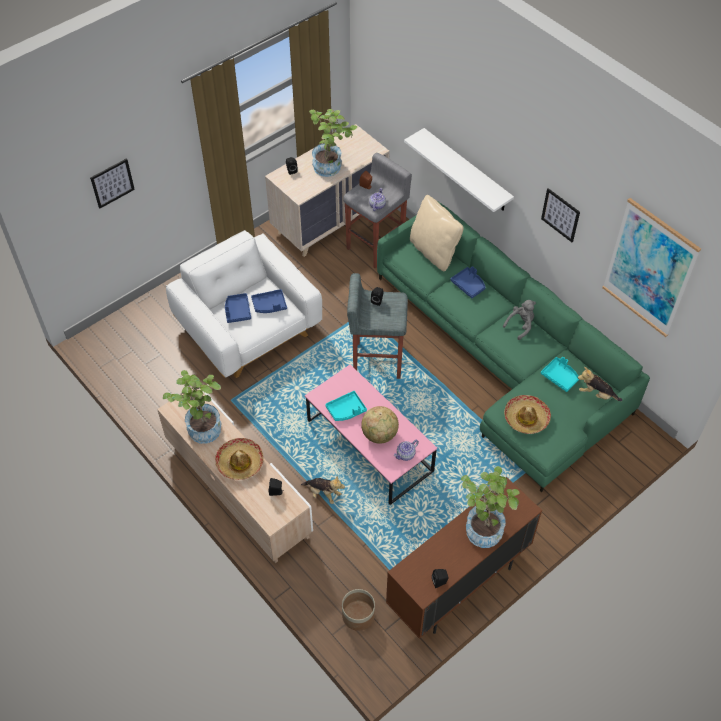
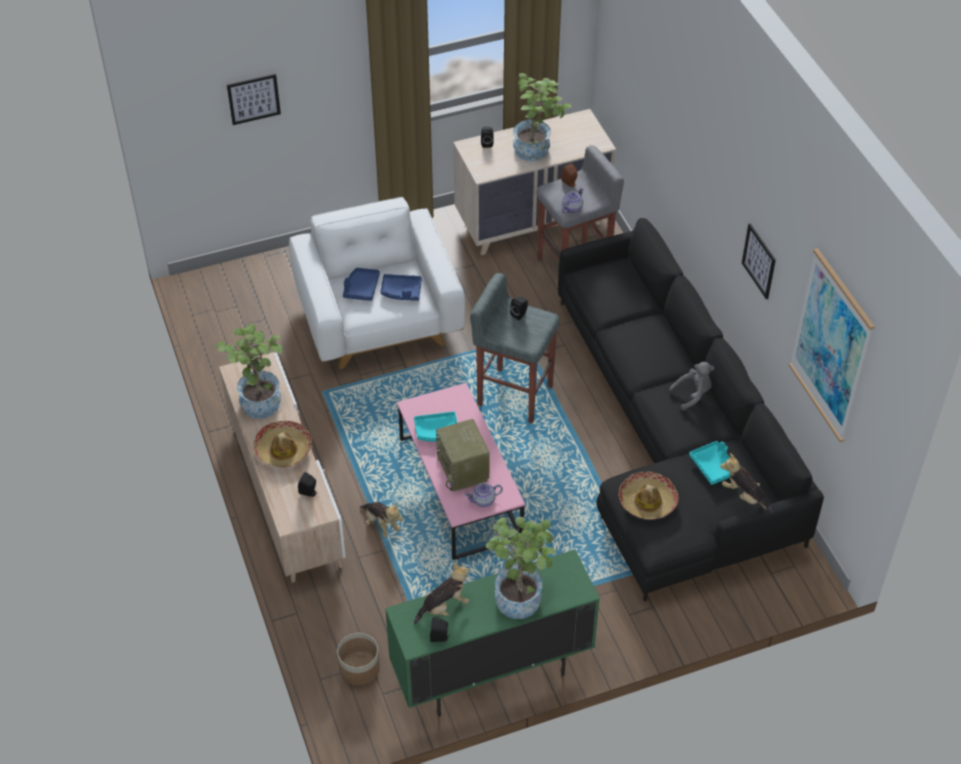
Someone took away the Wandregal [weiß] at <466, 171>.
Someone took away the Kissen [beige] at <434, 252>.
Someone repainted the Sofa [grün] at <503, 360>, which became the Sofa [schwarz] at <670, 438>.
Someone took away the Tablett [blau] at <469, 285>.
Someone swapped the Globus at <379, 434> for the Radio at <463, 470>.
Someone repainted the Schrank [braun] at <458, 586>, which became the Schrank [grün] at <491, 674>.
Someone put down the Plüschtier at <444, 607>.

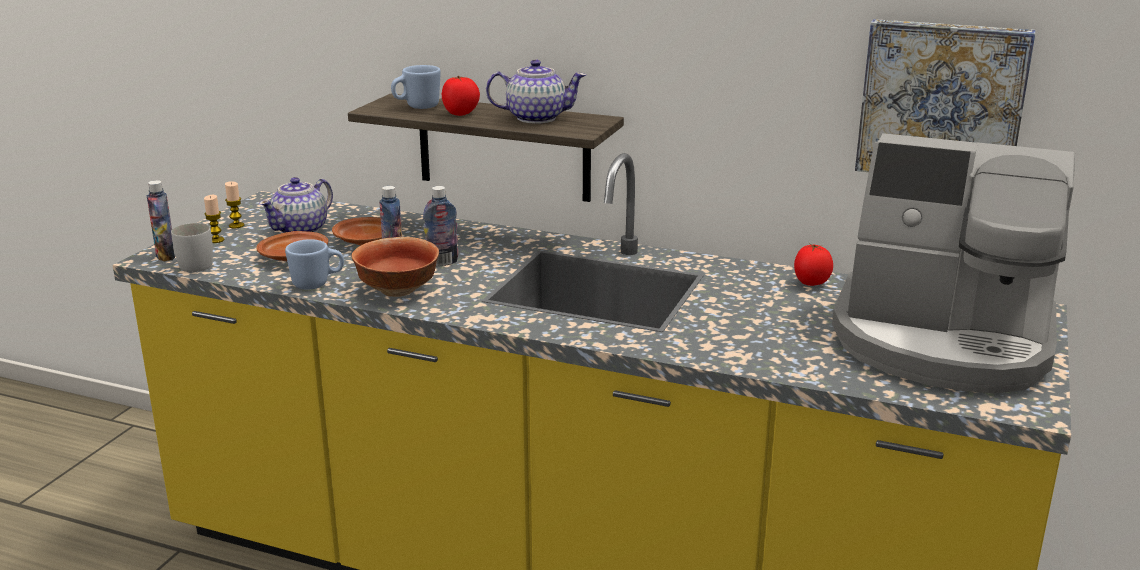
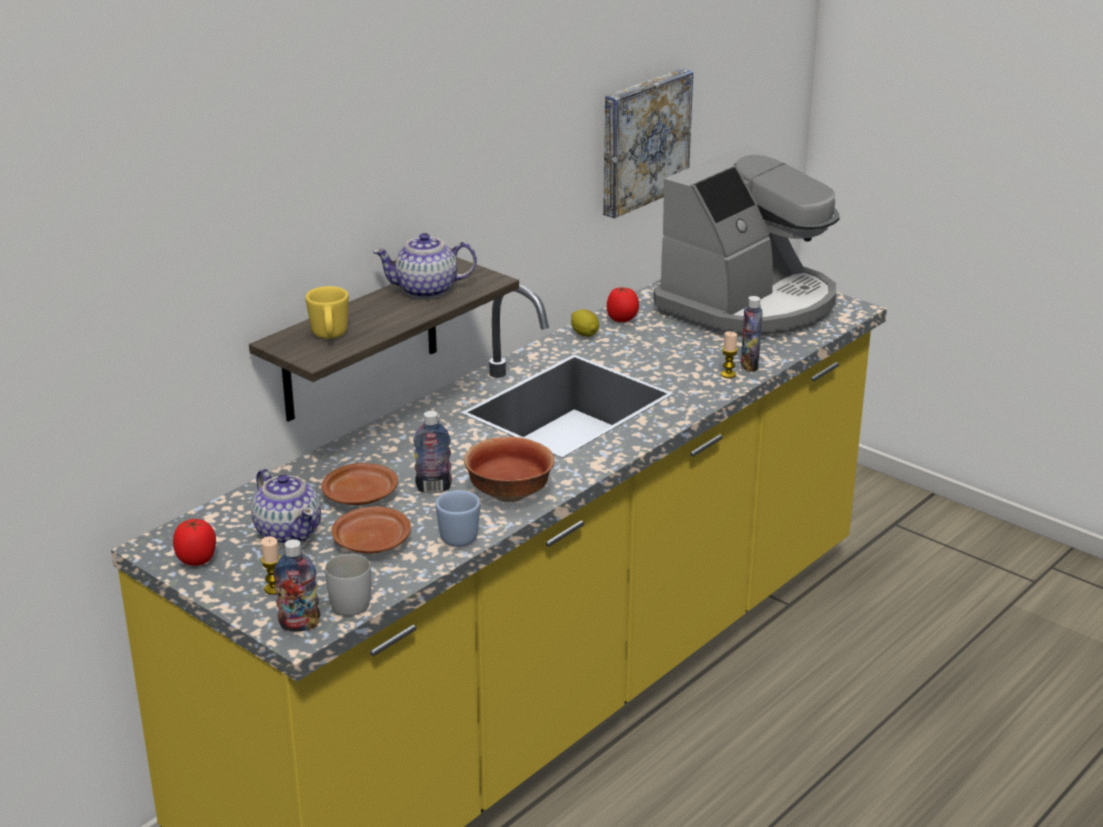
Someone rotated the Teekanne at <535, 118> by 120 degrees counterclockwise.
Someone repainted the Henkelbecher [blau] at <417, 107>, which became the Henkelbecher [gelb] at <329, 336>.
Someone carried the Tomate from <461, 114> to <197, 560>.
Someone carried the Kerze from <236, 225> to <728, 374>.
Someone carried the Flasche from <442, 262> to <749, 365>.
Someone put down the Zitrone at <584, 334>.

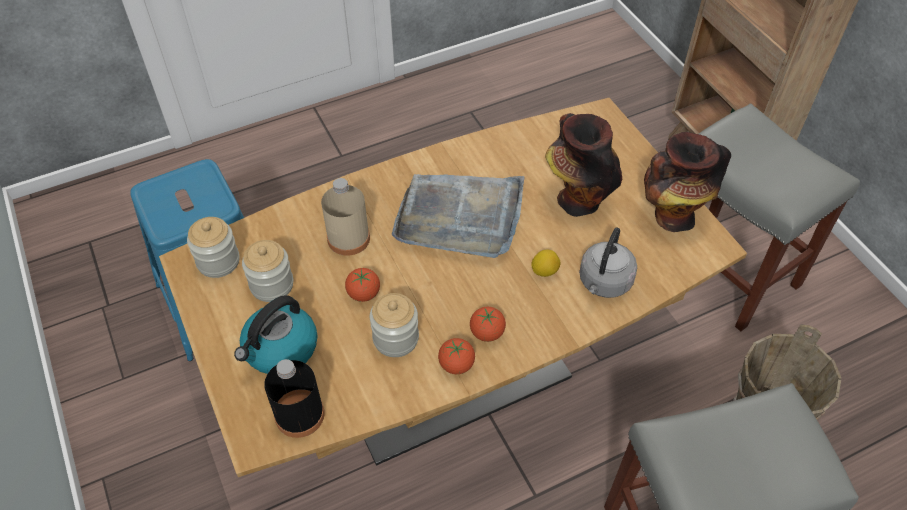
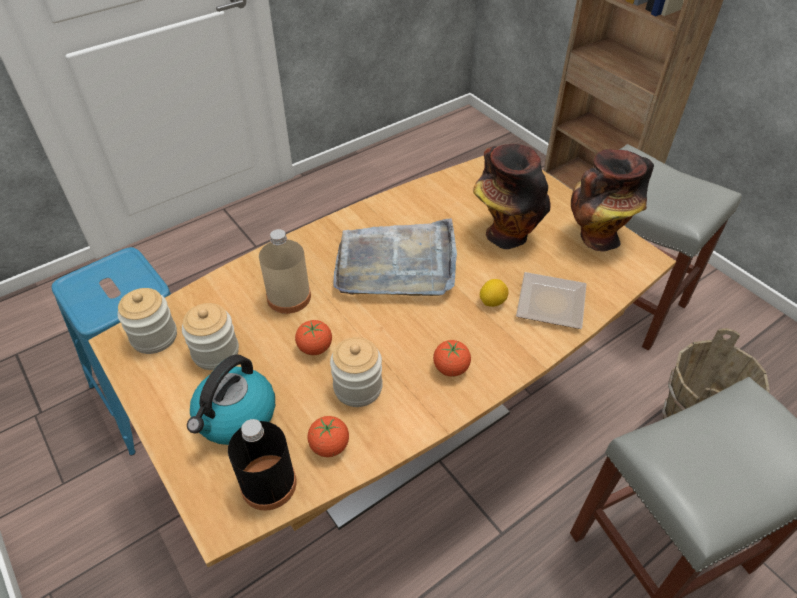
Someone swapped the Wasserkessel [grau] at <604, 283> for the Teller at <553, 305>.
Someone carried the Tomate from <456, 364> to <329, 446>.

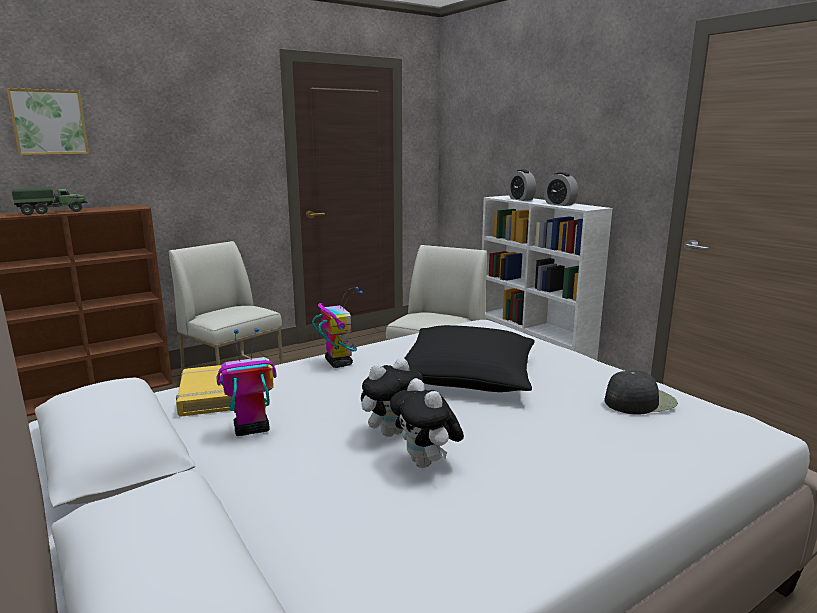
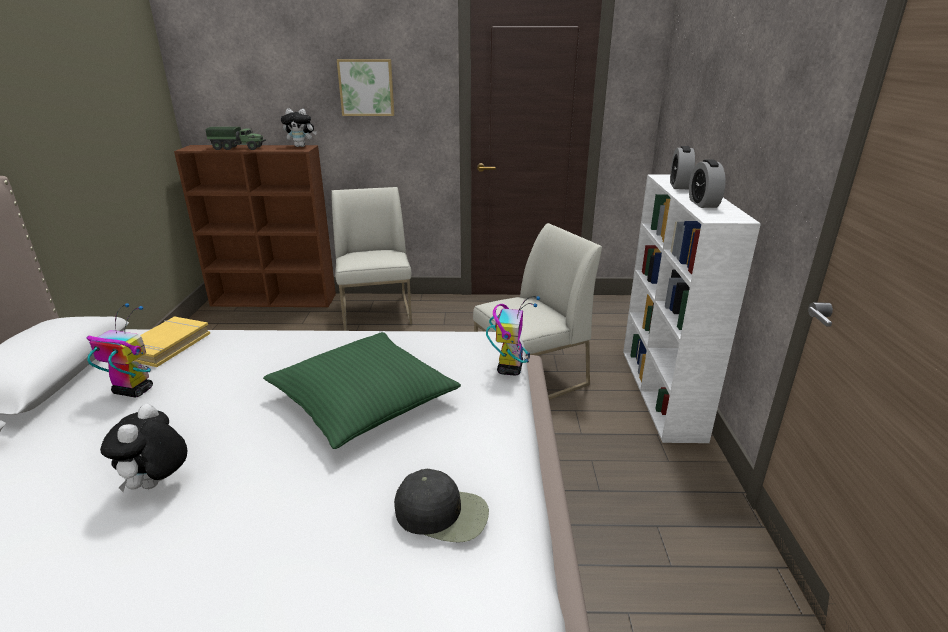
Someone carried the Bild from <49, 122> to <366, 87>.
Someone carried the Spielzeugroboter from <338, 362> to <510, 368>.
Someone repainted the Kissen [schwarz] at <467, 374>, which became the Kissen [grün] at <364, 400>.
Someone carried the Plüschtier from <391, 432> to <301, 146>.

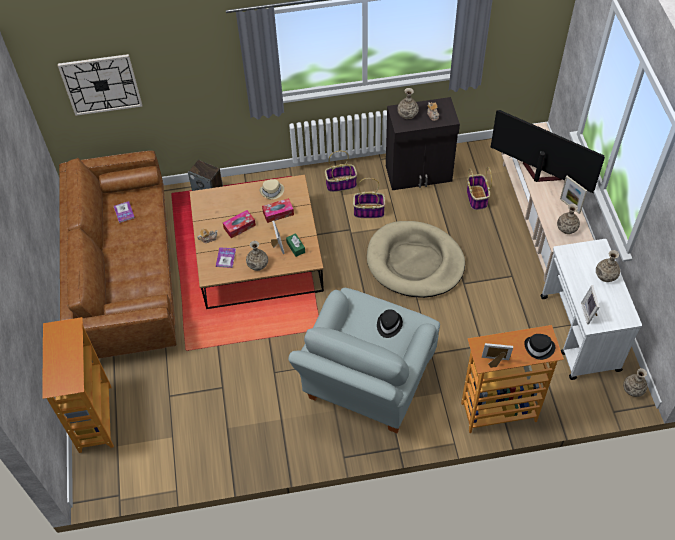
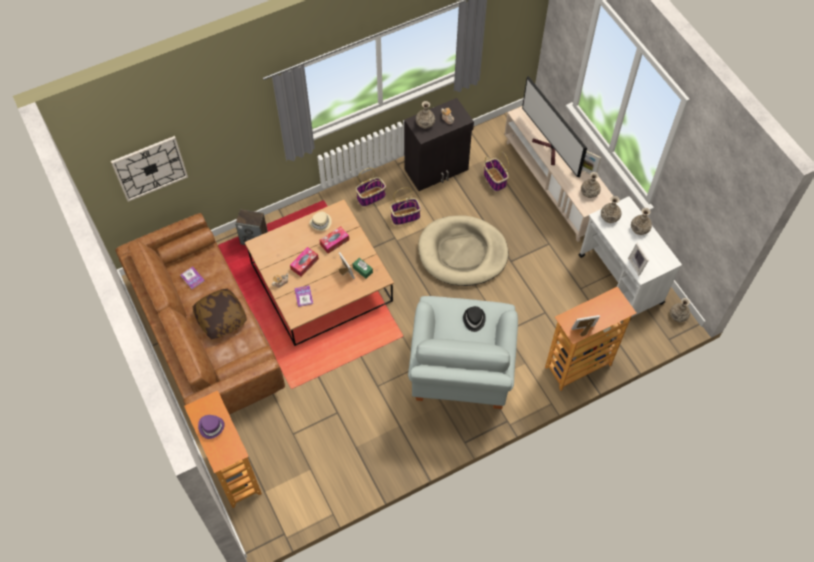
Someone rotated the Fernseher at <537, 175> by 135 degrees counterclockwise.
Someone carried the Vase from <257, 264> to <609, 217>.
Someone took away the Hut [schwarz] at <539, 348>.
Someone put down the Kissen at <220, 318>.
Someone put down the Hut [lila] at <211, 426>.

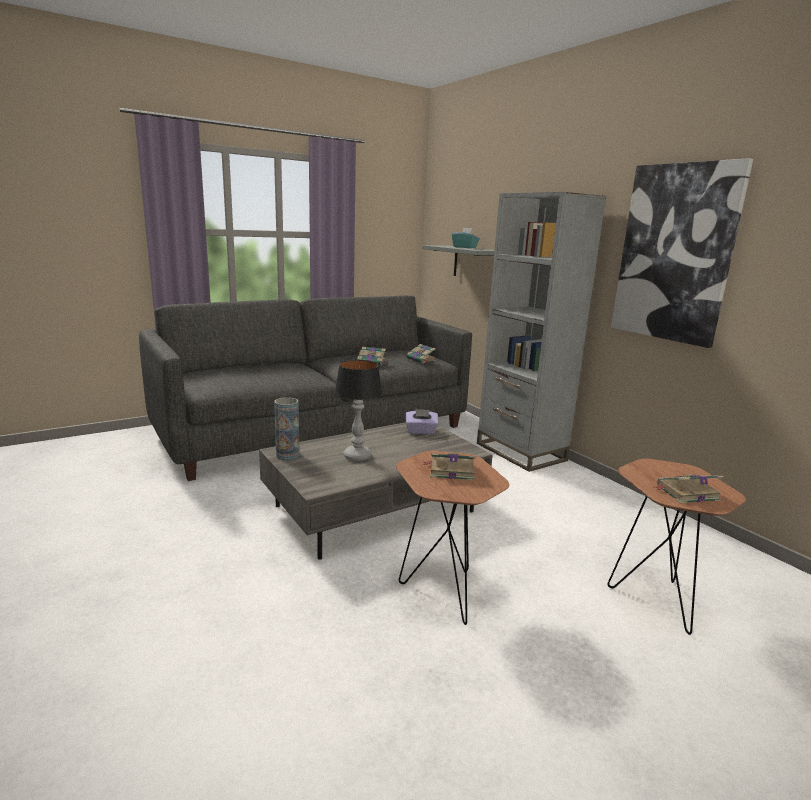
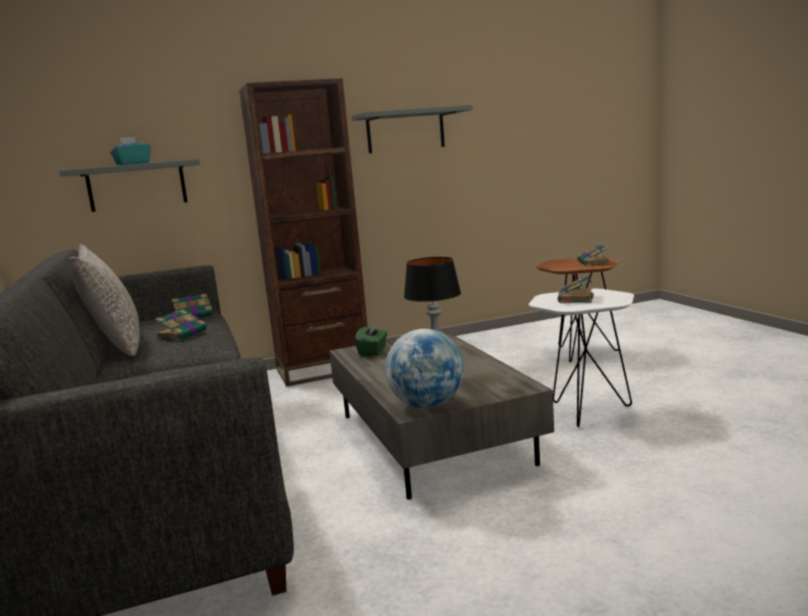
Someone swapped the Bild at <675, 253> for the Wandregal [grau] at <405, 131>.
Someone repainted the Bücherregal [grau] at <520, 452>, which became the Bücherregal [braun] at <323, 369>.
Someone swapped the Vase at <287, 455> for the Globus at <427, 405>.
Someone repainted the Taschentuchbox [lila] at <421, 431>, which became the Taschentuchbox [grün] at <373, 351>.
Someone repainted the Beistelltisch [braun] at <442, 589>, which became the Beistelltisch [weiß] at <584, 412>.
Someone put down the Kissen [grau] at <116, 346>.

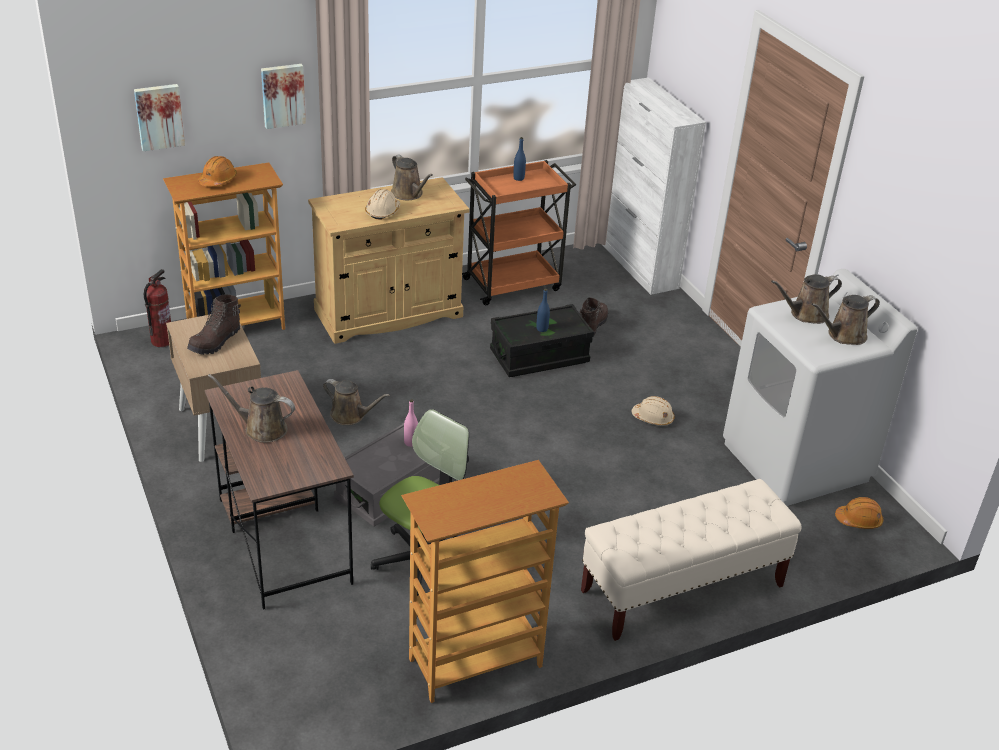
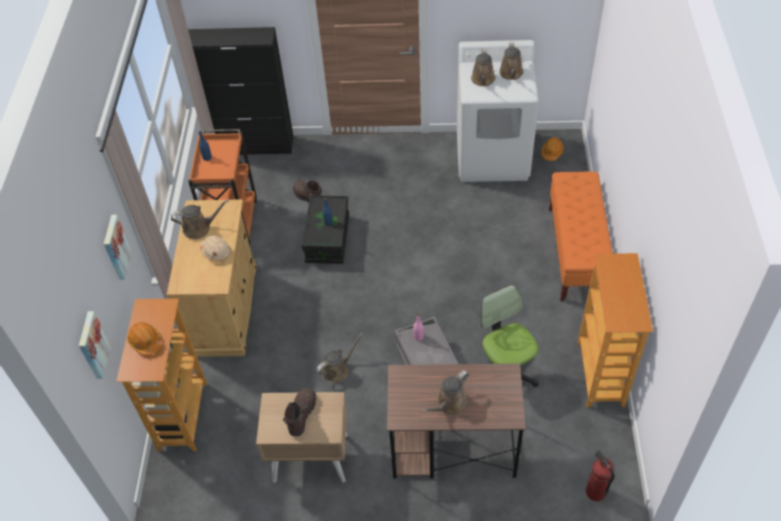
Someone repainted the Schrank [weiß] at <639, 265>, which became the Schrank [schwarz] at <253, 145>.
Someone carried the Feuerlöscher from <162, 341> to <595, 492>.
Someone rotated the Stiefel [braun] at <216, 342> by 135 degrees counterclockwise.
Someone took away the Schutzhelm [beige] at <653, 418>.
Someone repainted the Bank [beige] at <682, 589>, which became the Bank [orange] at <576, 253>.

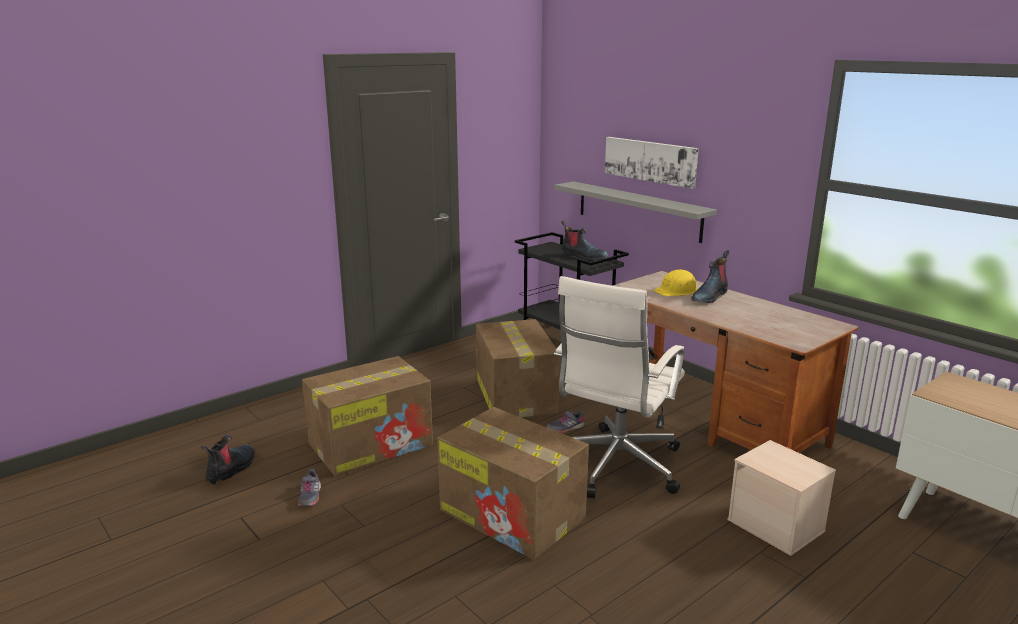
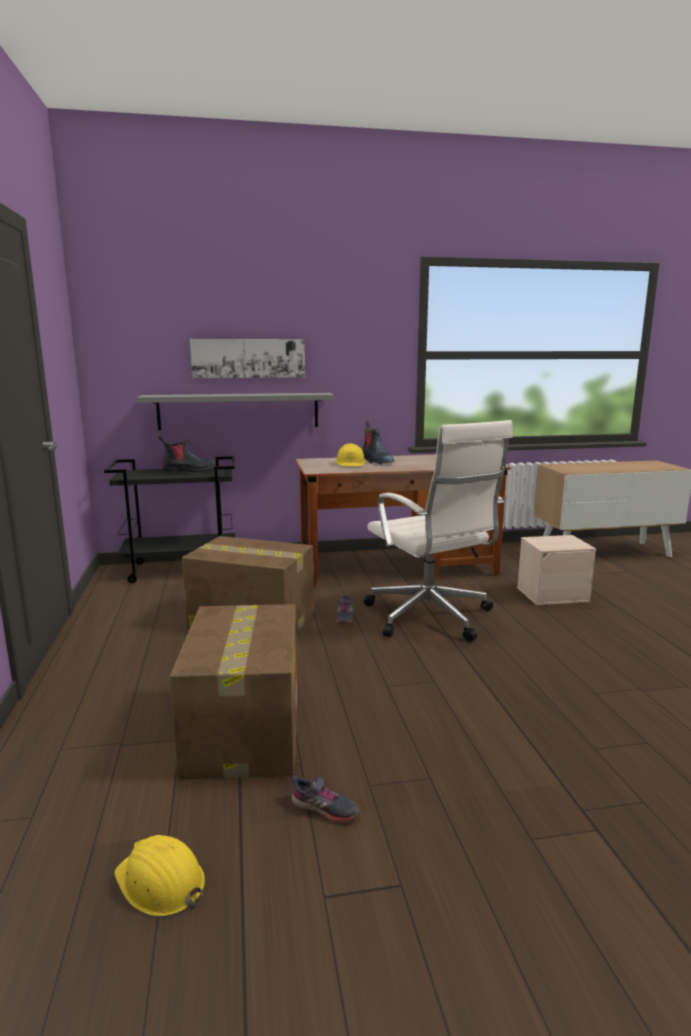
Someone took away the Karton at <514, 515>.
Someone swapped the Stiefel at <231, 469> for the Schutzhelm [gelb] at <160, 882>.

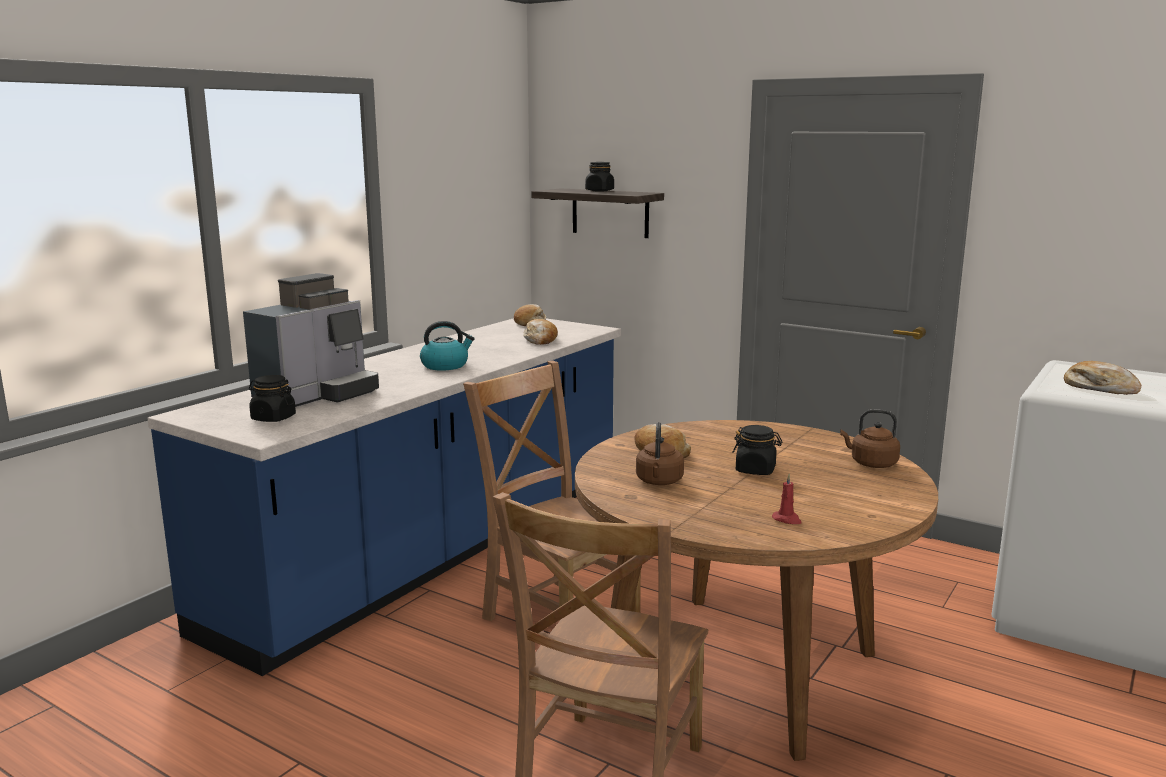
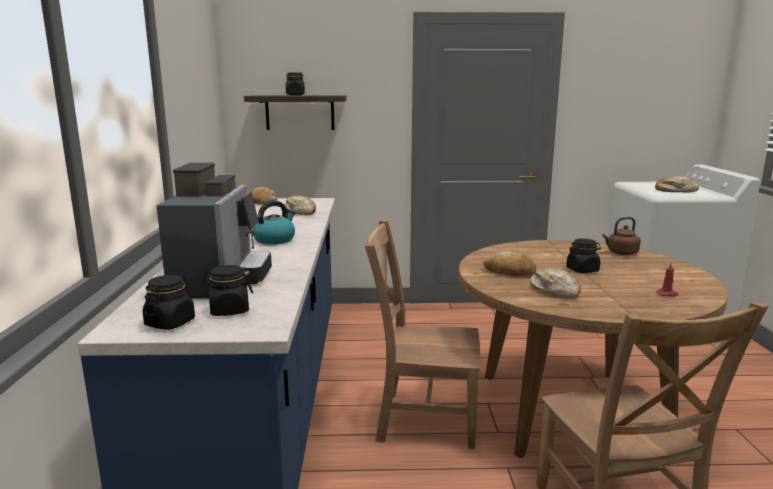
Someone swapped the Wasserkessel [braun] at <659, 482> for the Brot at <555, 290>.
Someone put down the Vorratsglas [schwarz] at <170, 323>.

